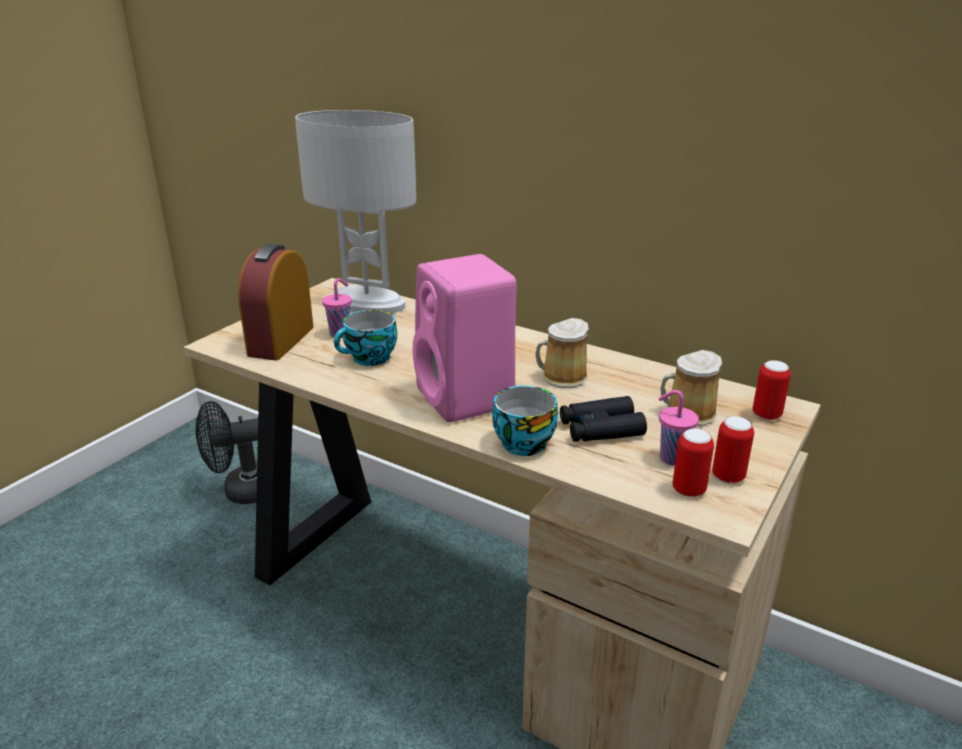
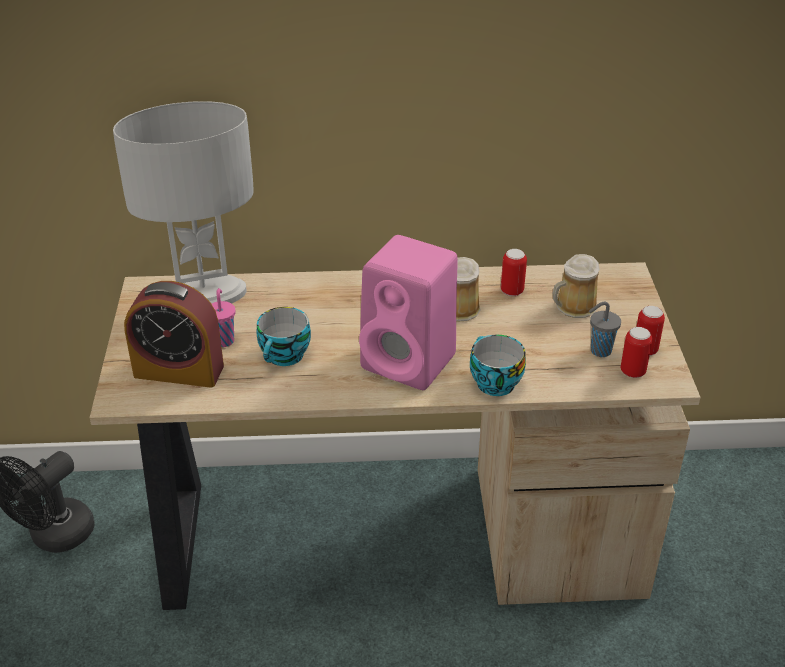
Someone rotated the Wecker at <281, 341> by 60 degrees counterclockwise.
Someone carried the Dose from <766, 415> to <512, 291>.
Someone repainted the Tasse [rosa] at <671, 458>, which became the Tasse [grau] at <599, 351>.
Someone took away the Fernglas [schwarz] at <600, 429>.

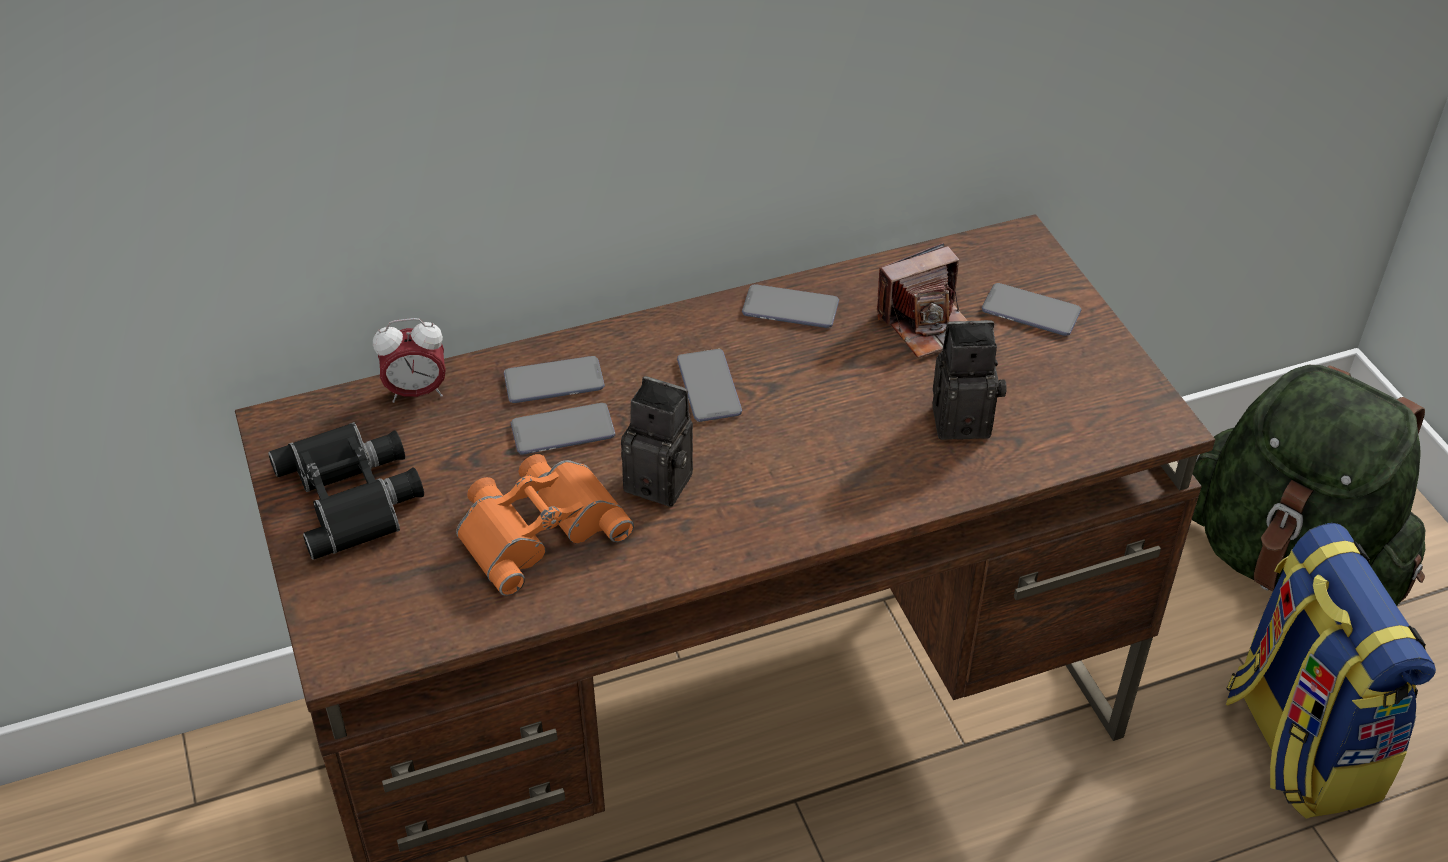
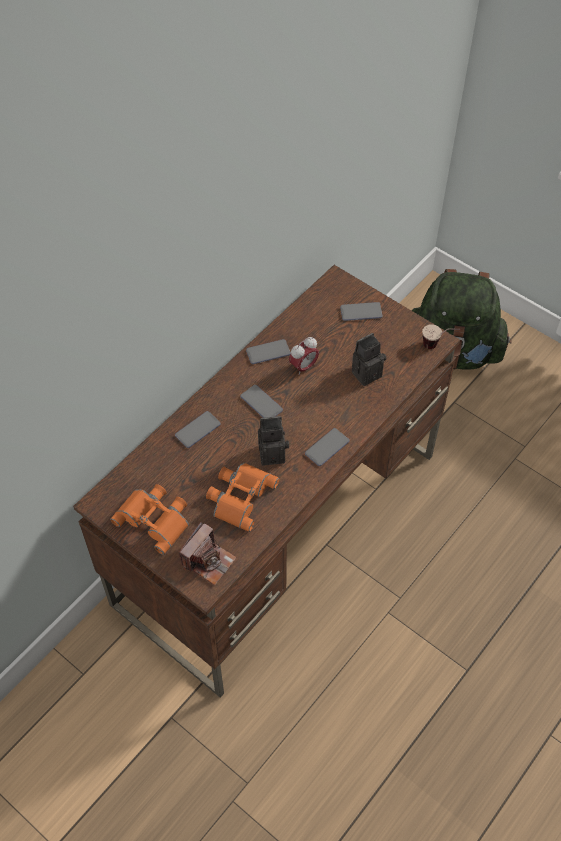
Someone carried the Kamera from <927, 324> to <208, 561>.
Someone carried the Wecker from <416, 392> to <303, 367>.
Someone carried the Handy from <563, 431> to <327, 447>.
Someone repainted the Fernglas [schwarz] at <354, 494>, which became the Fernglas [orange] at <155, 519>.
Someone took away the Rucksack at <1298, 743>.
Someone put down the Tasse at <437, 346>.

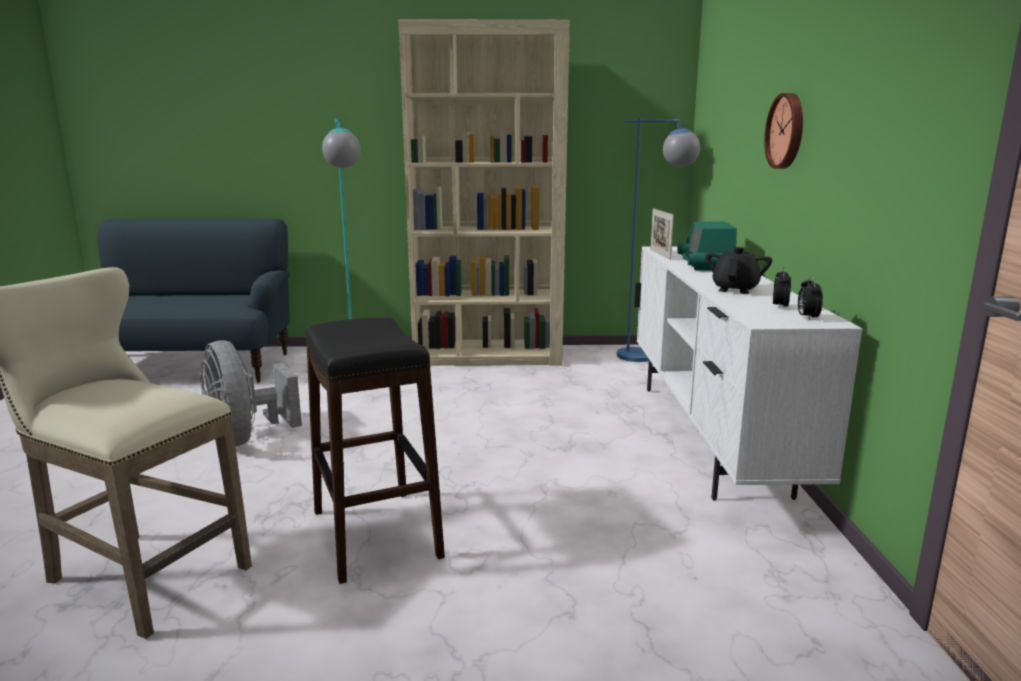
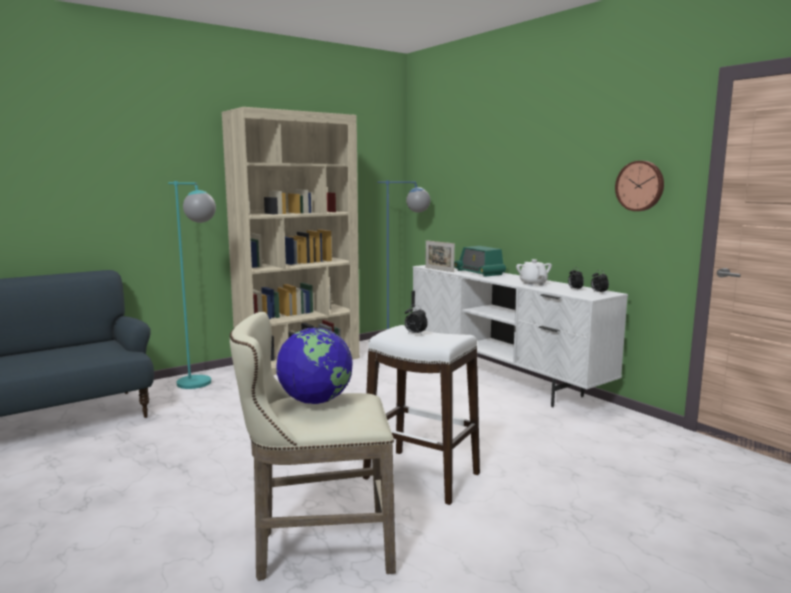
Someone carried the Wanduhr from <787, 131> to <640, 186>.
Someone repainted the Teekanne [schwarz] at <735, 289>, which became the Teekanne [weiß] at <533, 284>.
Someone repainted the Hocker [schwarz] at <376, 534>, which became the Hocker [weiß] at <422, 476>.
Someone took away the Ventilator [grau] at <246, 438>.
Someone put down the Wecker at <415, 334>.
Someone put down the Globus at <315, 401>.

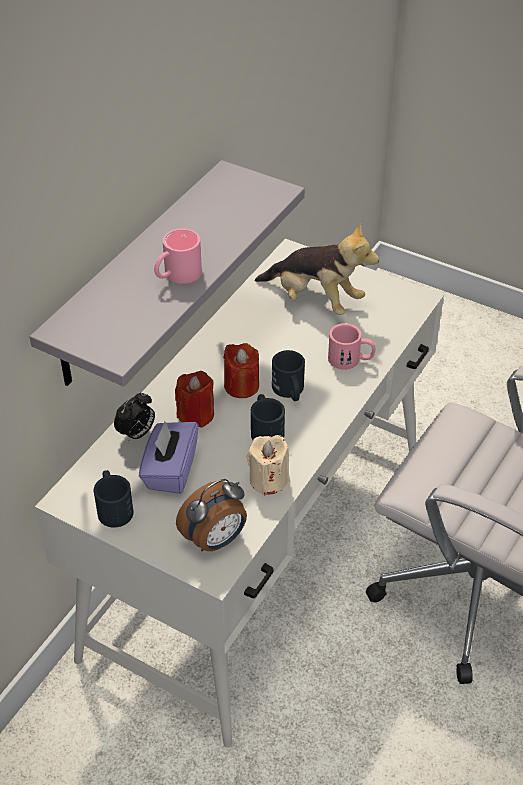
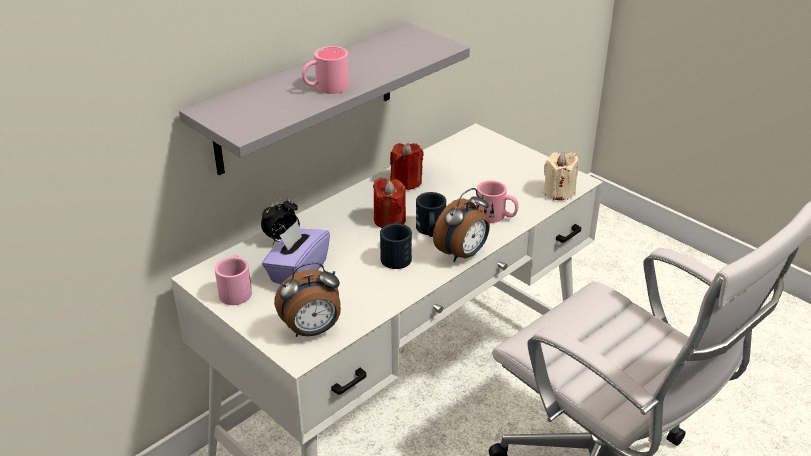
Someone took away the Plüschtier at <315, 300>.
Someone carried the Kerze [rot] from <196, 414> to <406, 182>.
Someone carried the Kerze [beige] from <268, 480> to <558, 192>.
Someone repainted the Henkelbecher [schwarz] at <113, 507>, which became the Henkelbecher [rosa] at <236, 289>.
Someone put down the Wecker at <463, 254>.

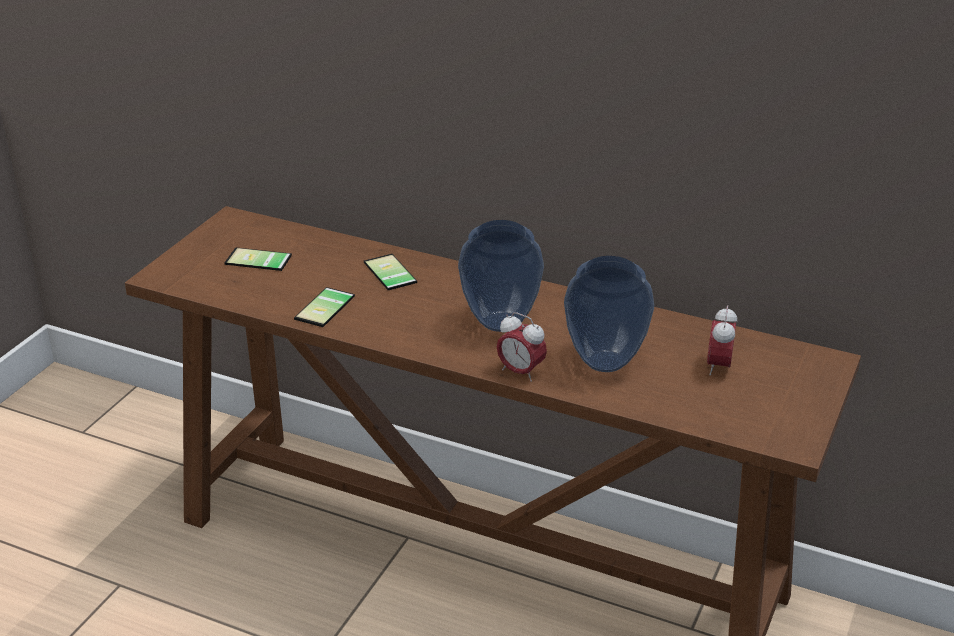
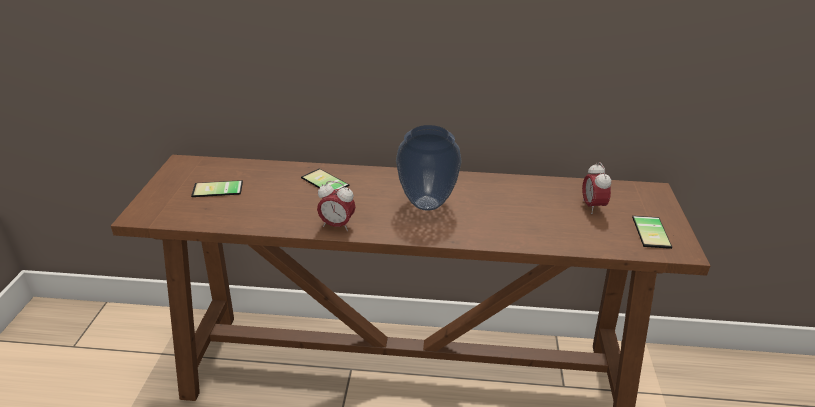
Someone took away the Vase at <606, 362>.
Someone carried the Handy from <328, 308> to <654, 232>.
Someone carried the Wecker from <520, 372> to <337, 225>.

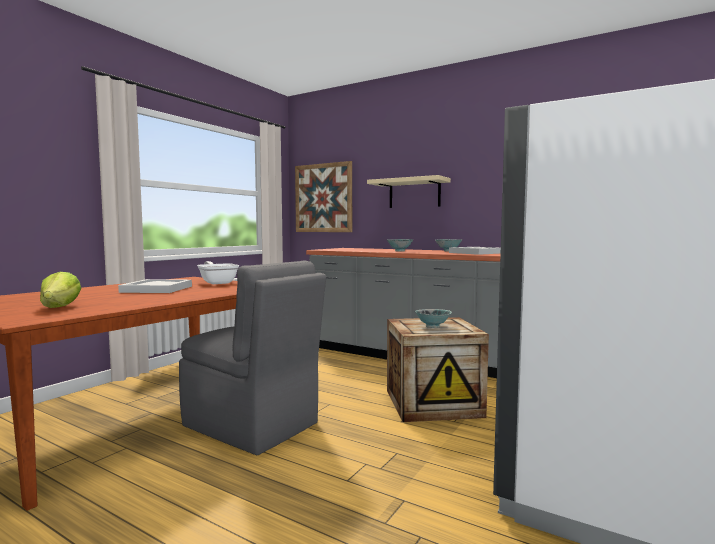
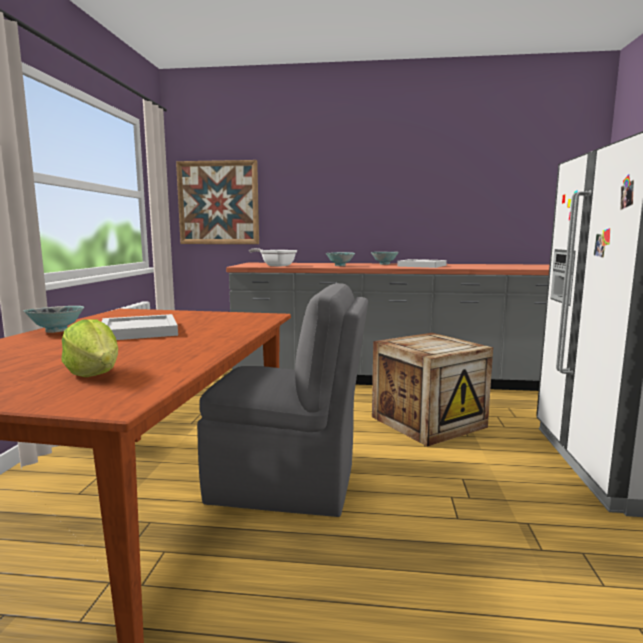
Someone took away the Wandregal [beige] at <414, 193>.
Someone carried the Pfanne from <217, 282> to <275, 265>.
Someone carried the Schüssel from <432, 327> to <57, 331>.

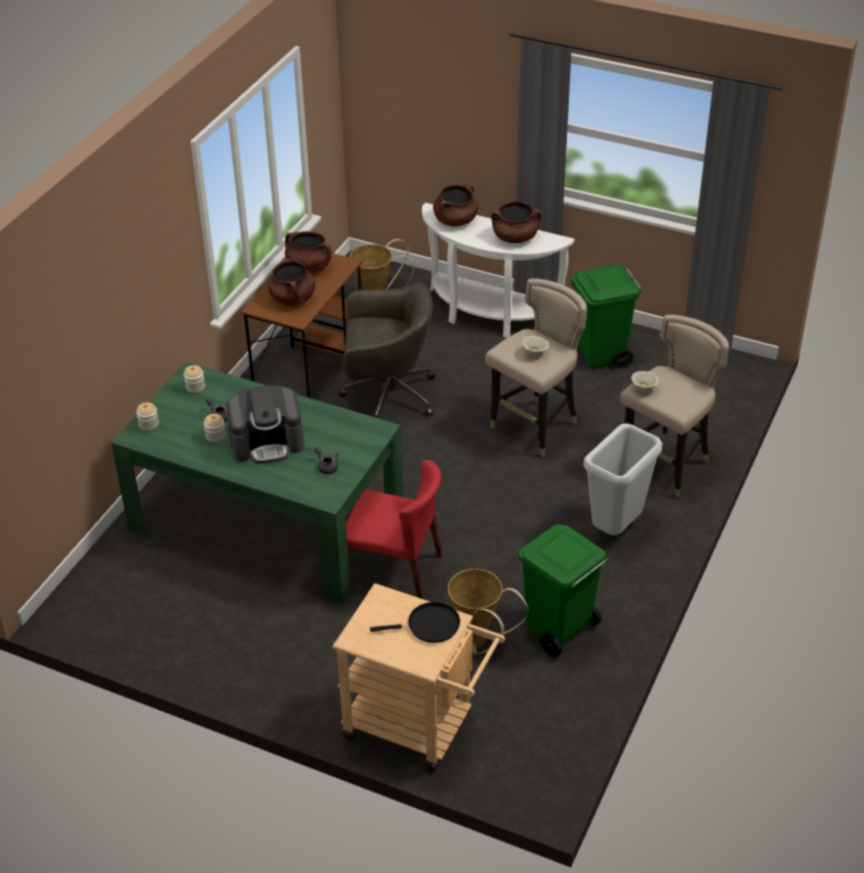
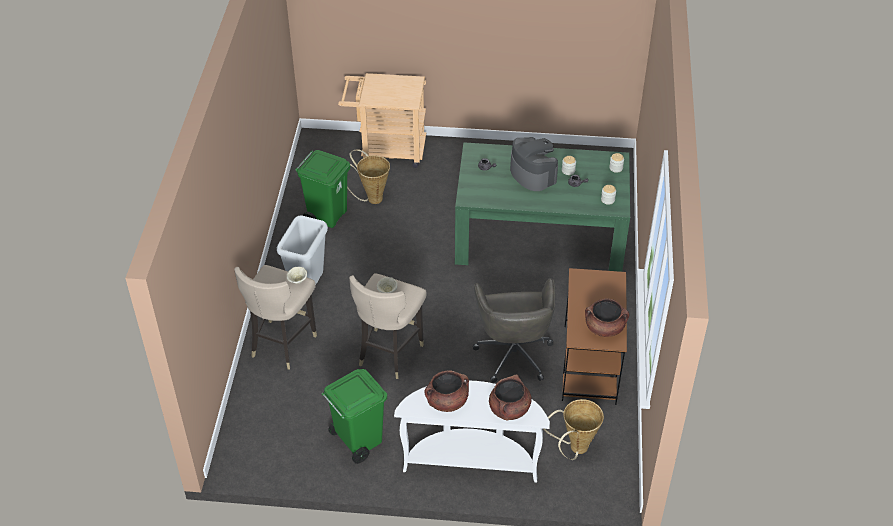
Someone took away the Kochtopf [braun] at <293, 299>.
Someone rotated the Bürostuhl [grau] at <387, 396> by 75 degrees counterclockwise.
Someone rotated the Kaffeemaschine at <267, 442> by 90 degrees clockwise.
Someone took away the Stuhl [rot] at <395, 570>.
Someone took away the Pfanne [schwarz] at <429, 626>.

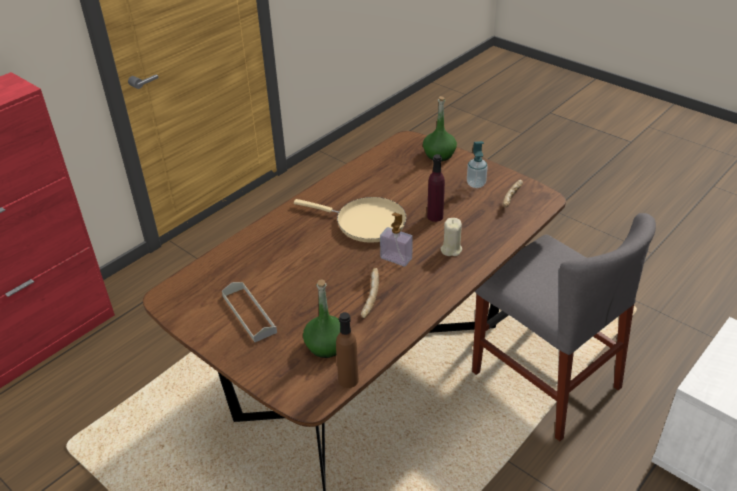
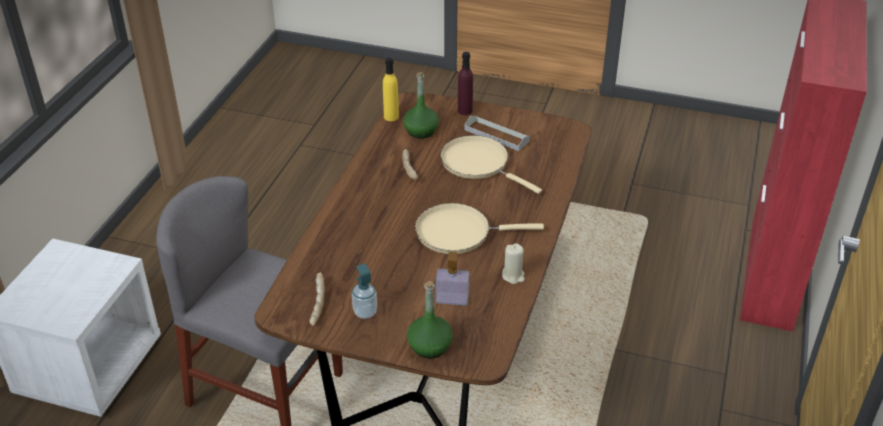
Someone carried the Flasche [lila] from <435, 216> to <465, 111>.
Someone carried the Seifenspender from <396, 258> to <452, 299>.
Someone carried the Kerze [beige] from <451, 249> to <513, 276>.
Someone repainted the Flasche [braun] at <348, 380>, which became the Flasche [gelb] at <391, 117>.
Someone put down the Pfanne [beige] at <478, 164>.

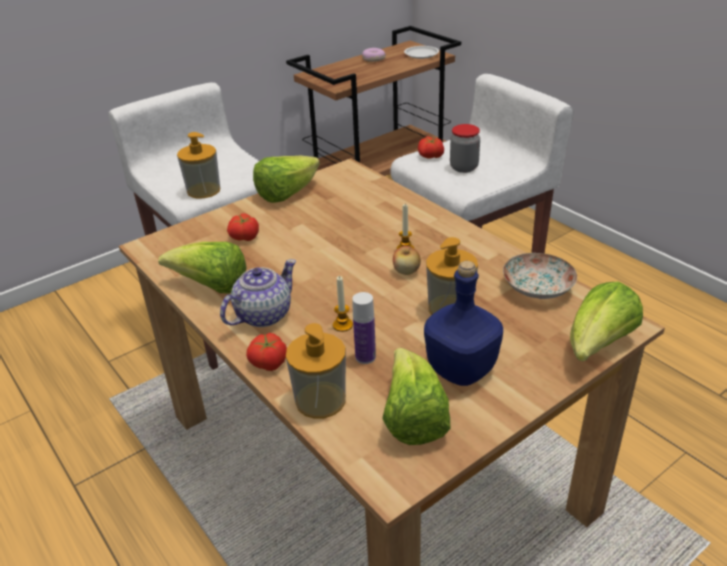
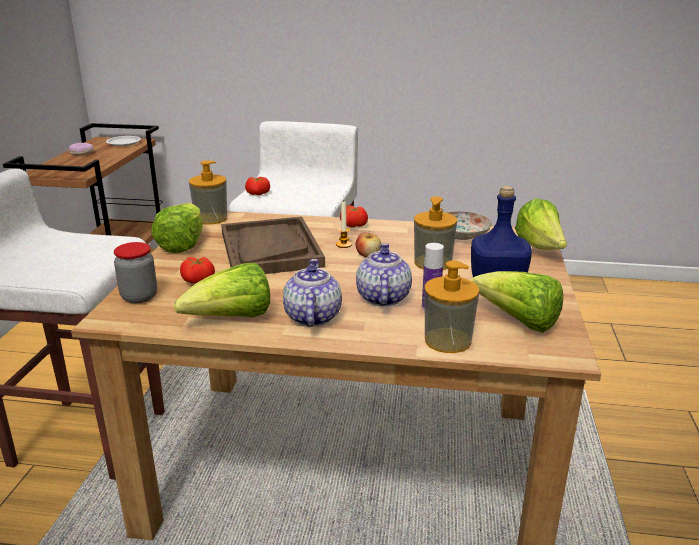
Someone carried the Vorratsglas from <464, 167> to <139, 297>.
Someone carried the Seifenspender from <203, 190> to <211, 218>.
Someone swapped the Kerze at <342, 325> for the Teekanne at <382, 298>.
Someone carried the Tomate from <268, 362> to <353, 225>.
Someone put down the Tablett [braun] at <270, 249>.

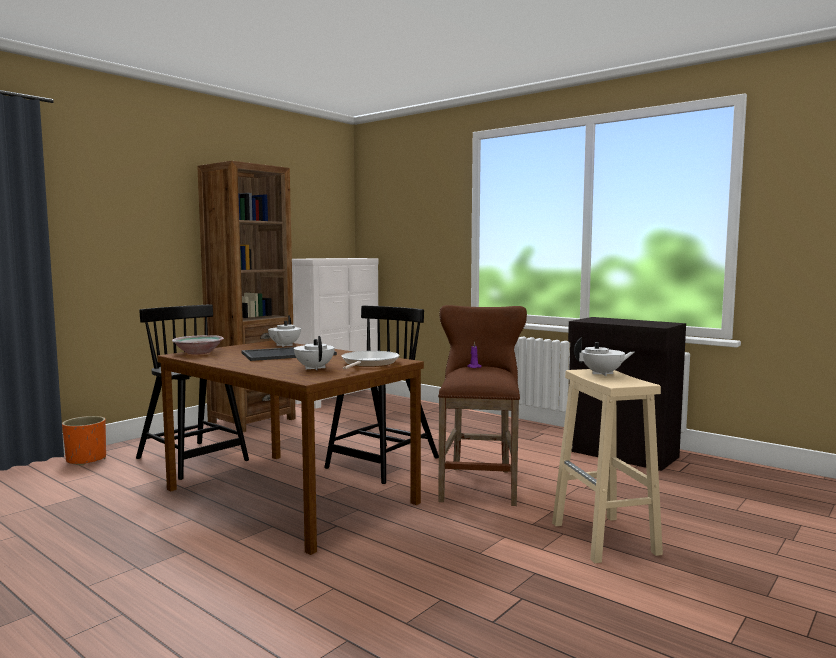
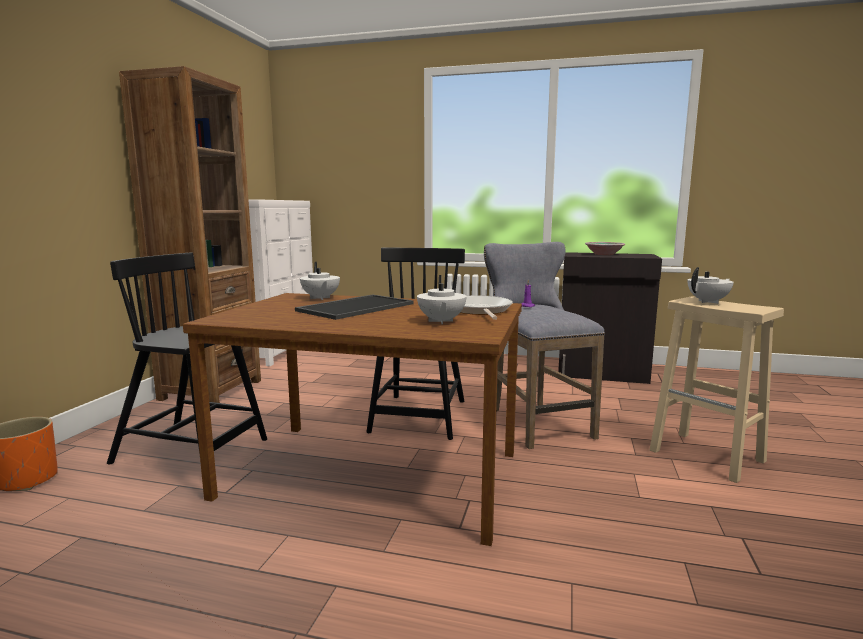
Someone repainted the Hocker [braun] at <479, 483>, which became the Hocker [grau] at <535, 421>.
Someone carried the Schüssel from <199, 352> to <604, 254>.
Someone rotated the Teekanne [weiß] at <315, 368> by 135 degrees counterclockwise.

